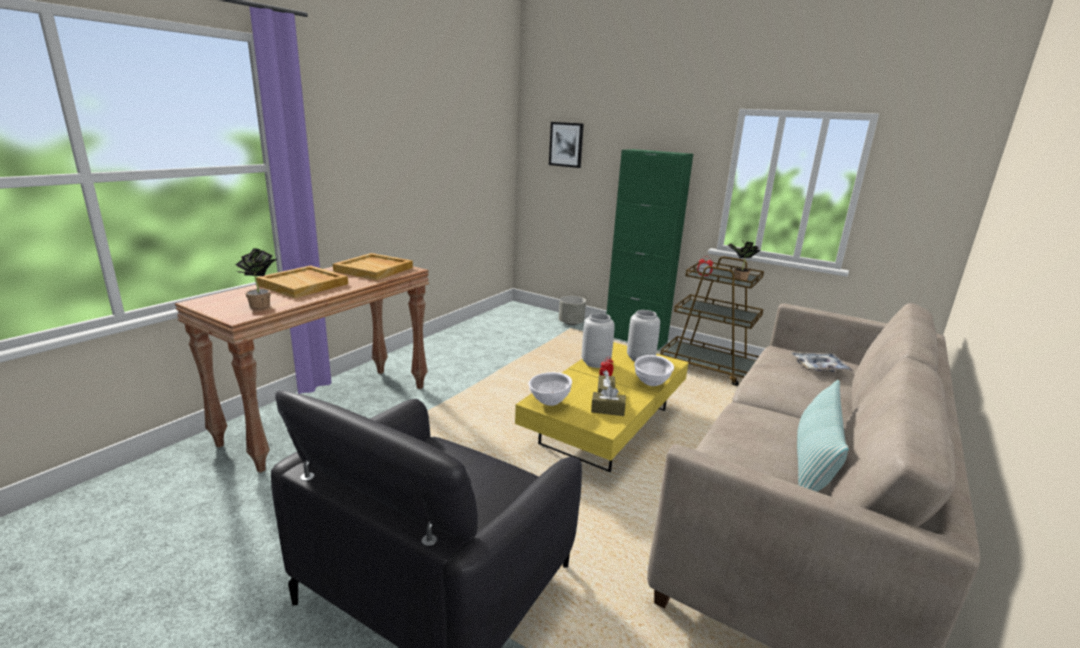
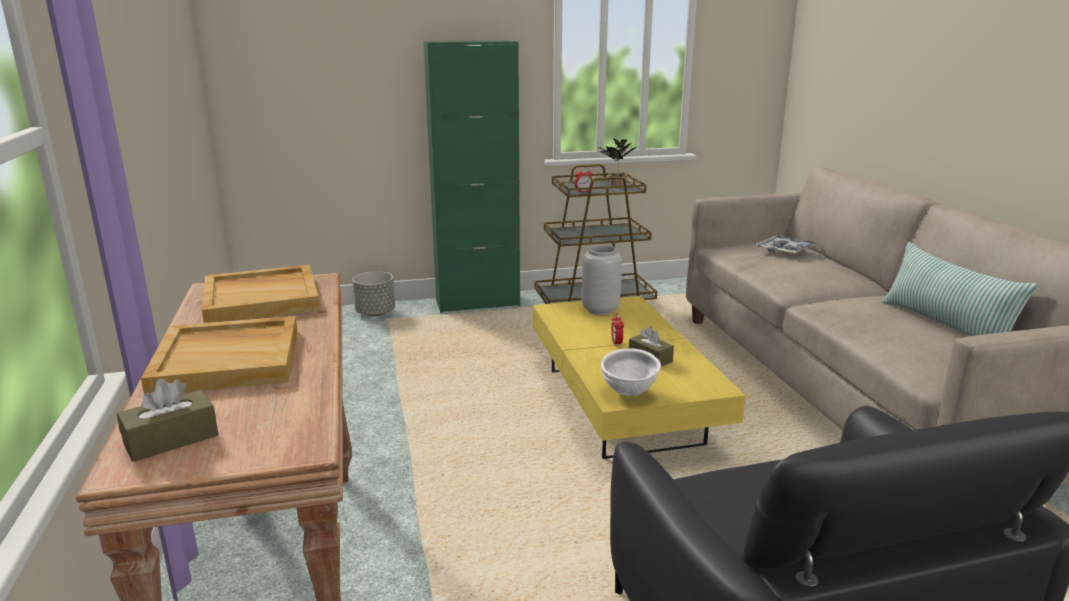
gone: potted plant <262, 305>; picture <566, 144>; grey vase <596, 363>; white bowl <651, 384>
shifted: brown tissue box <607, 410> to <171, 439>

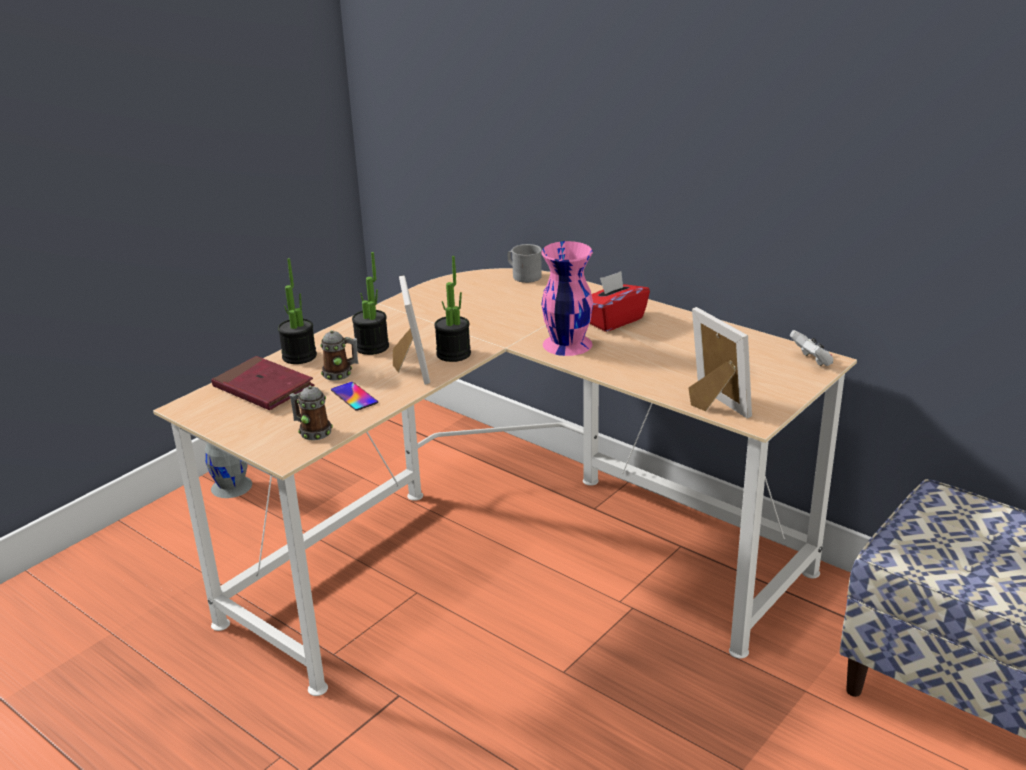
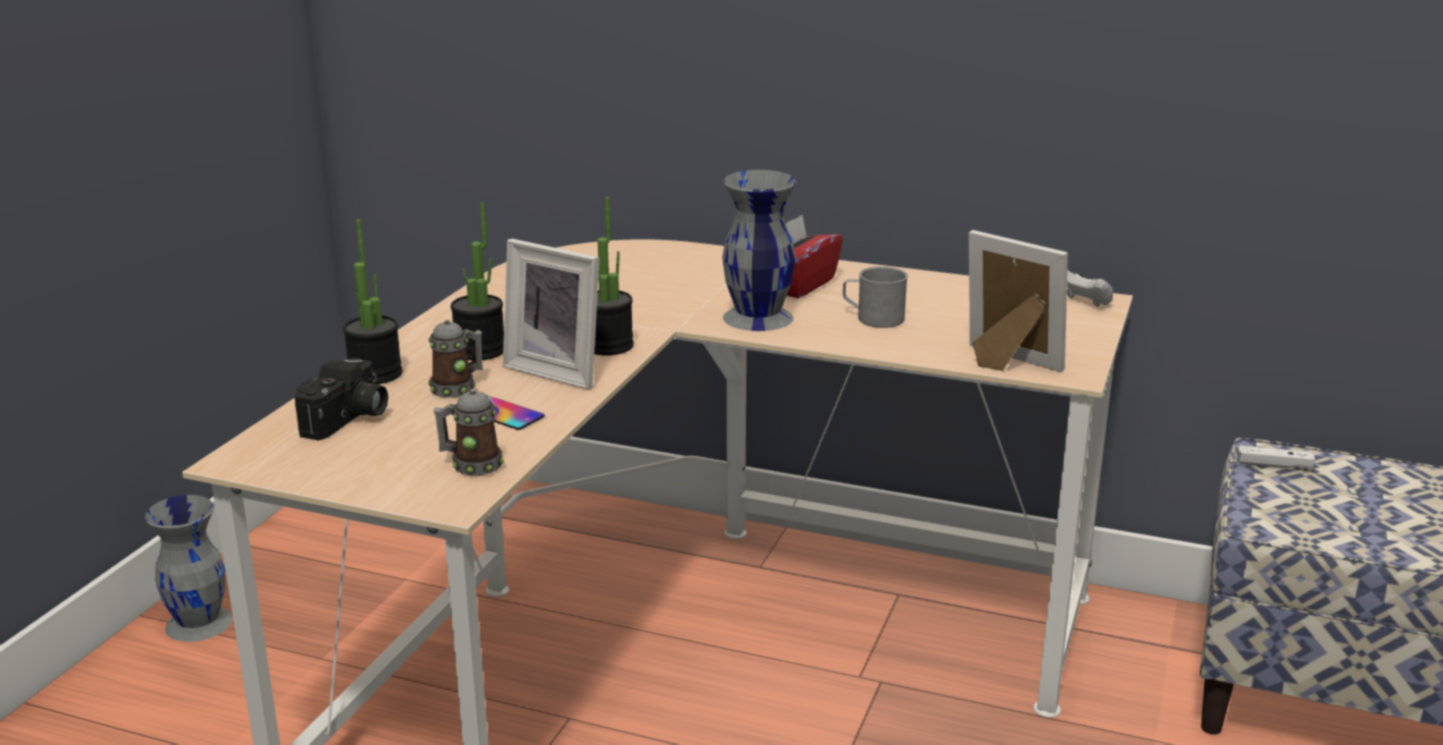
new: white game controller <1274, 465>
shifted: grey mug <523, 275> to <873, 318>
swapped: red book <263, 388> to photo camera <348, 420>
repainted: pink vase <566, 344> to grey vase <756, 317>
rotated: picture frame <410, 369> = <559, 370> 150 degrees clockwise

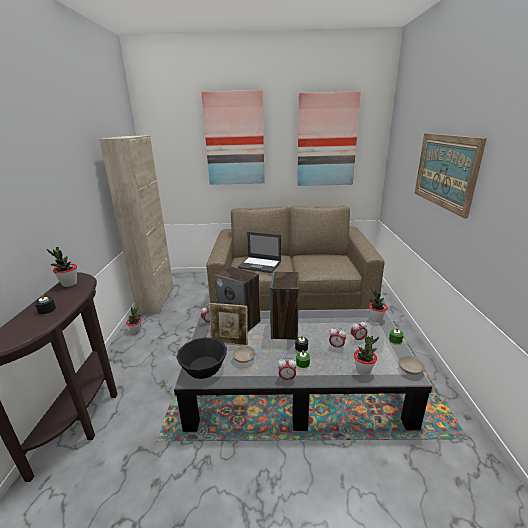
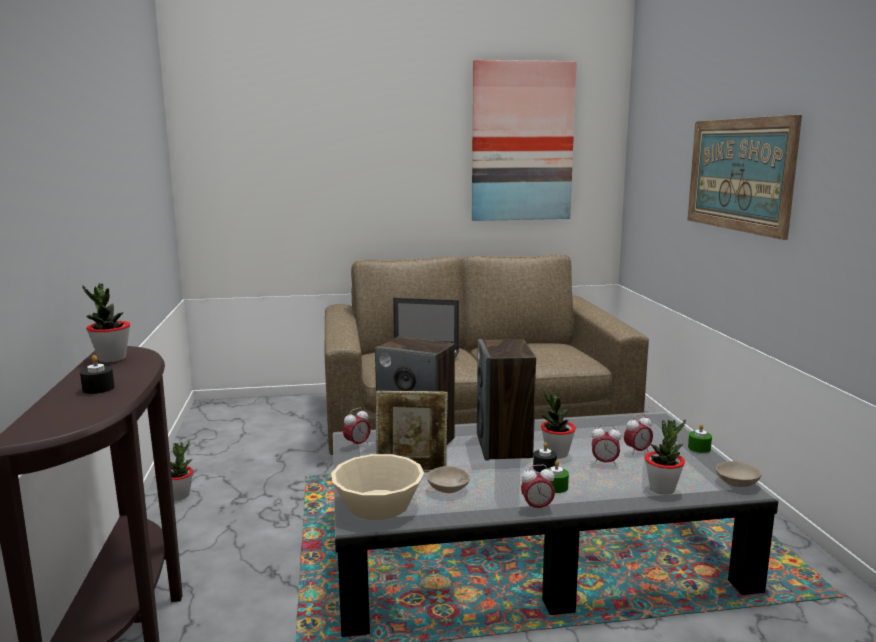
gone: beige cabinet <156, 300>; picture <234, 139>
shifted: potted plant <376, 319> to <556, 454>
repainted: black bowl <204, 367> to beige bowl <378, 504>

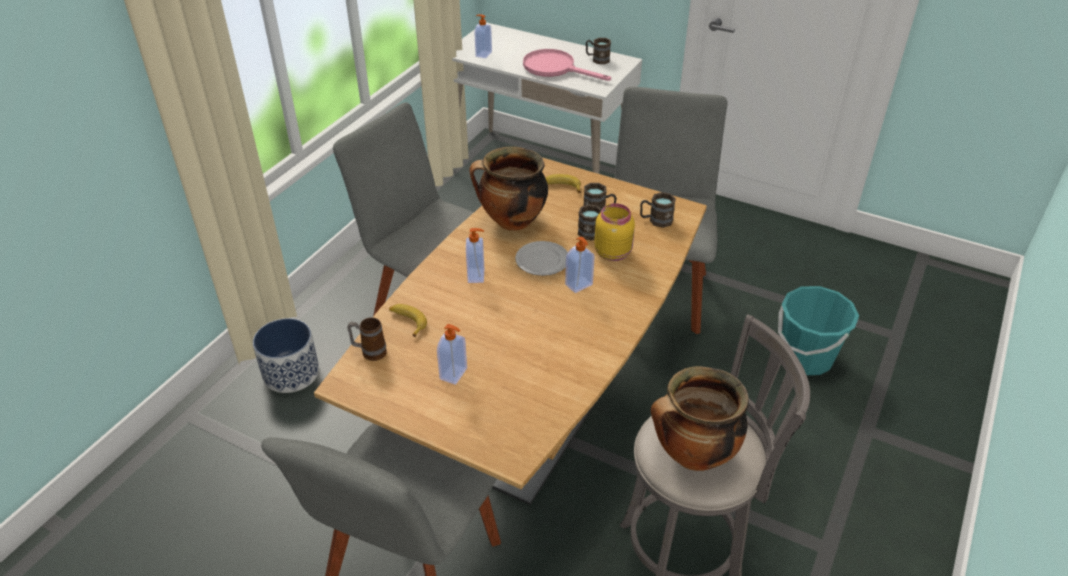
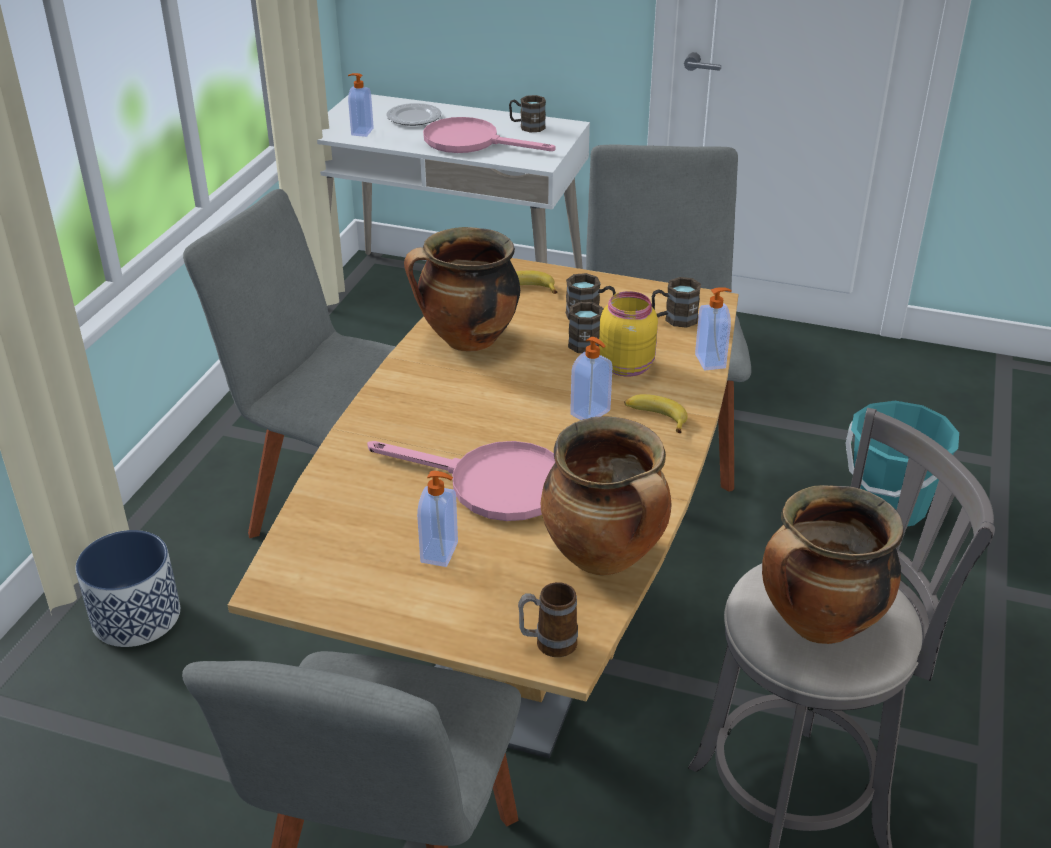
new: pink frying pan <492, 484>; cooking pot <606, 557>
shifted: mug <369, 352> to <548, 644>; banana <407, 322> to <655, 417>; soap dispenser <477, 276> to <711, 361>; plate <541, 261> to <413, 118>

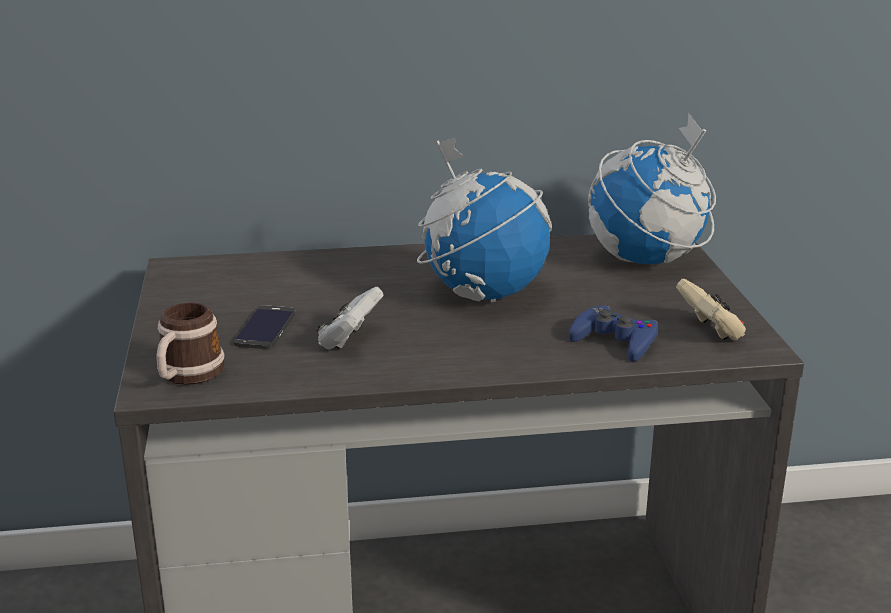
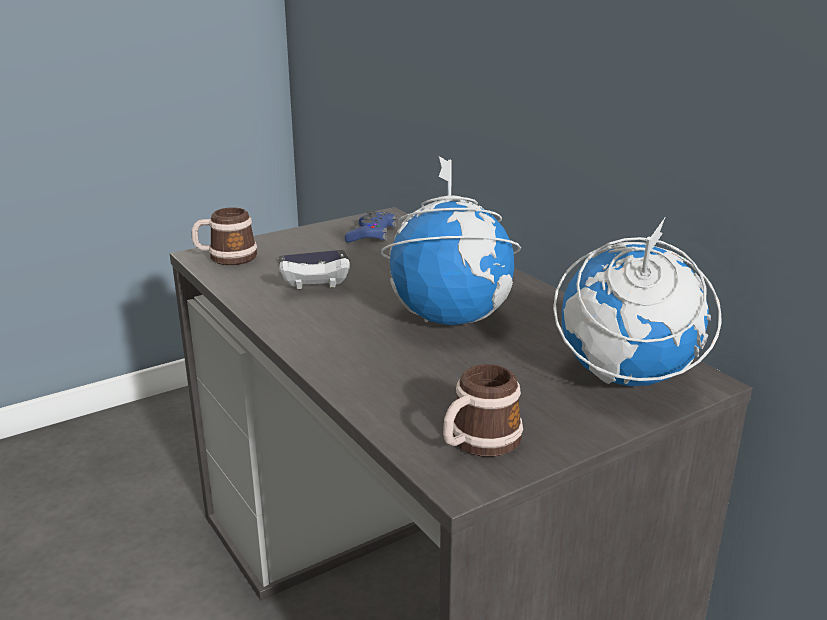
shifted: blue game controller <614, 341> to <372, 234>
swapped: beige game controller <710, 331> to mug <478, 443>

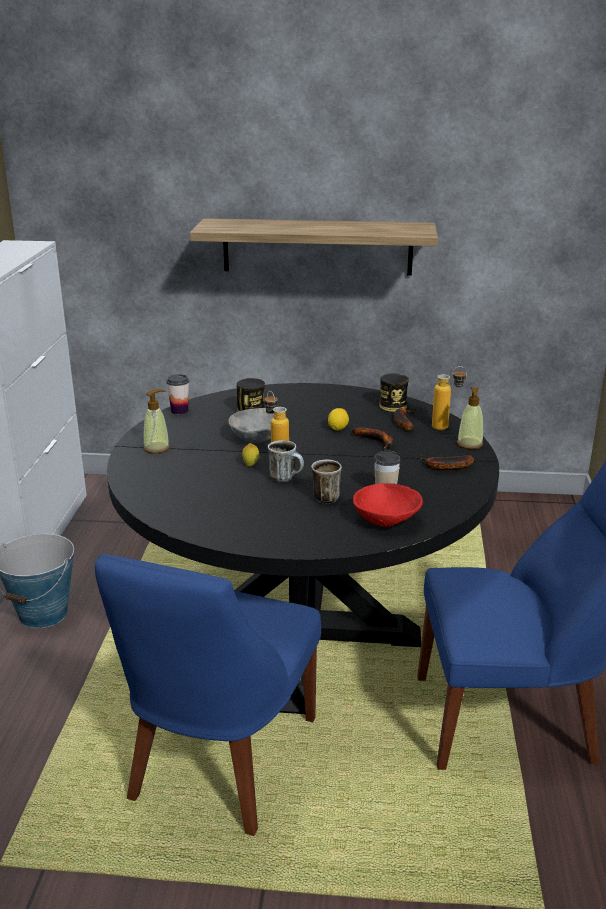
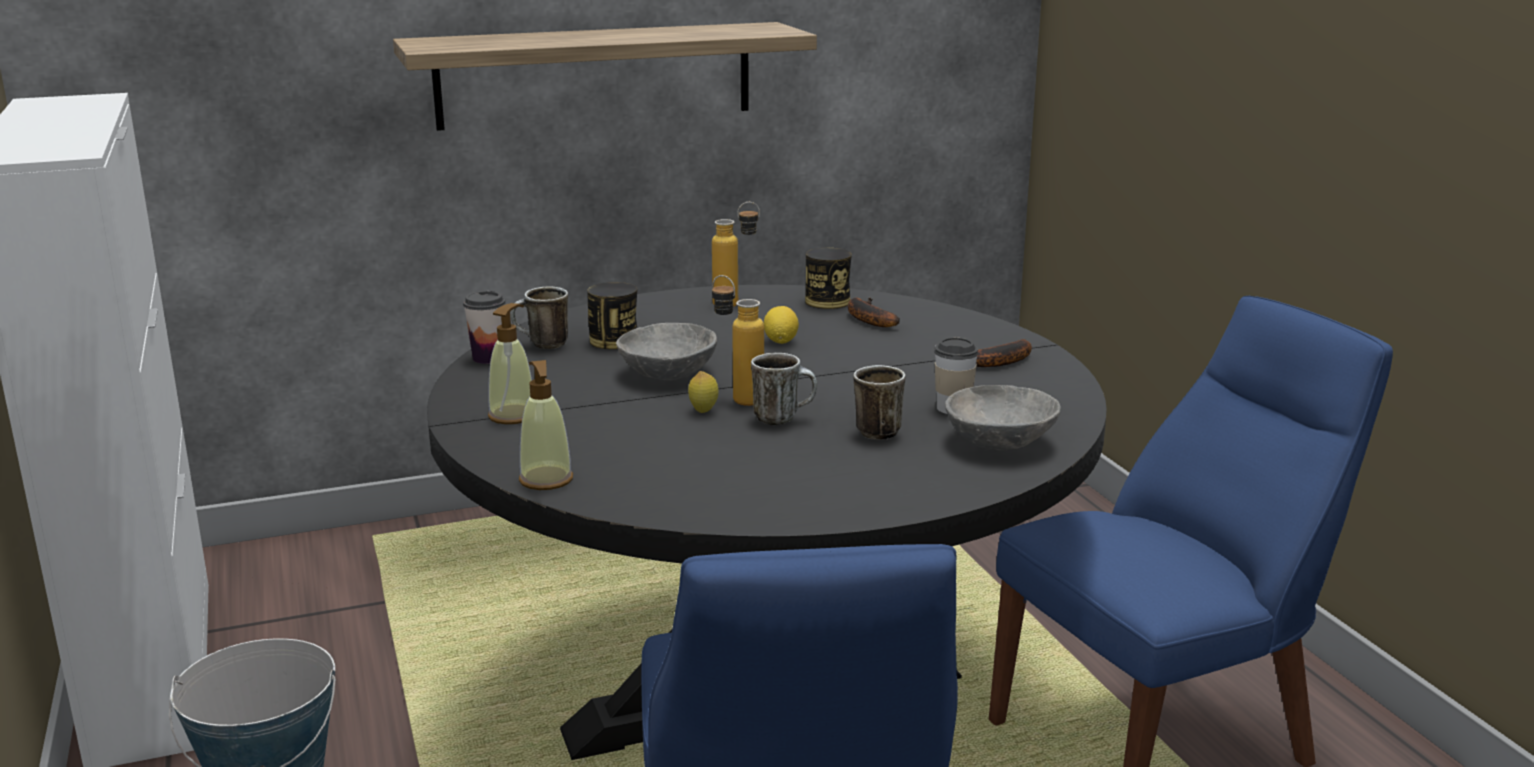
gone: banana <377, 441>
new: mug <542, 345>
shifted: bottle <446, 428> to <736, 304>; soap dispenser <469, 444> to <546, 480>
repainted: red bowl <387, 520> to grey bowl <1001, 442>

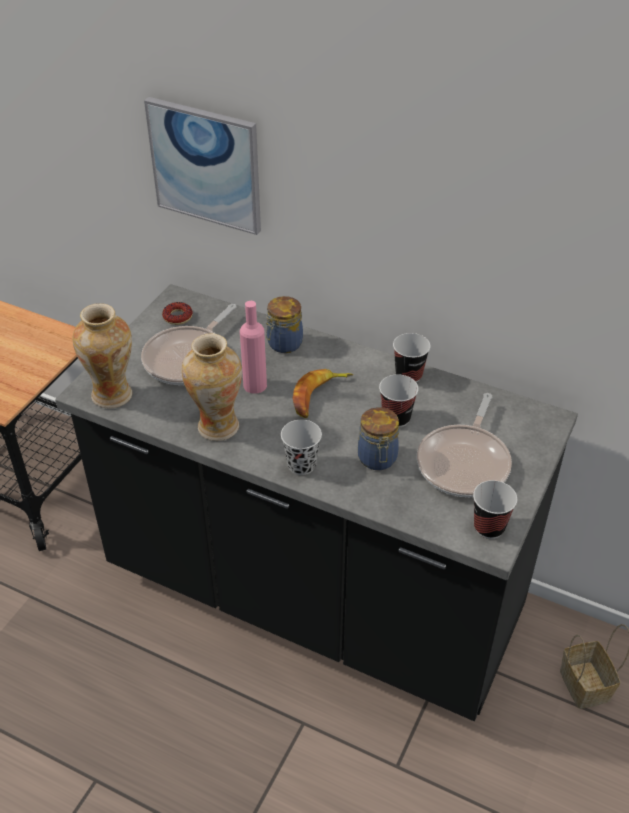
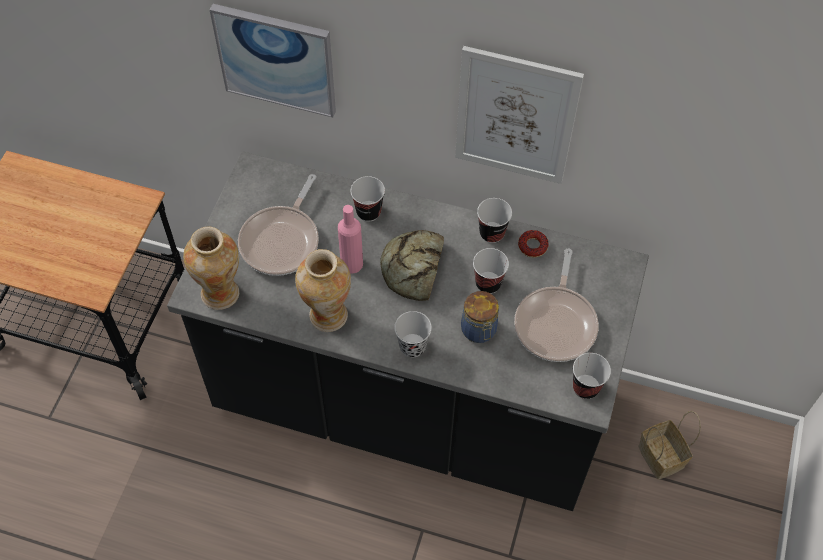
new: picture <515, 116>
shifted: donut <178, 317> to <532, 246>
swapped: jar <283, 344> to cup <368, 212>; banana <319, 396> to bread <413, 268>

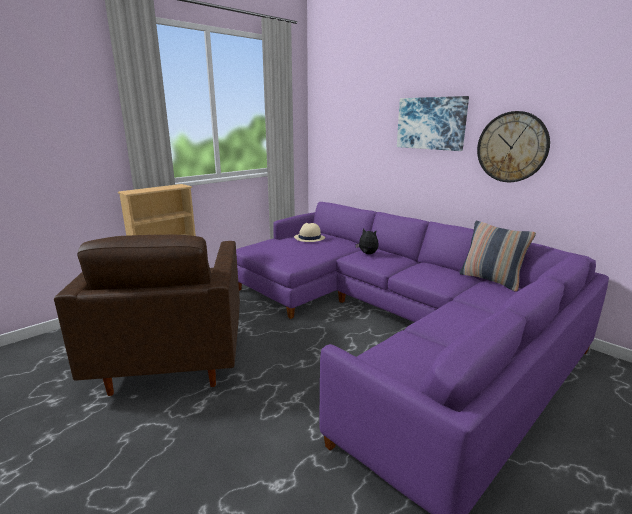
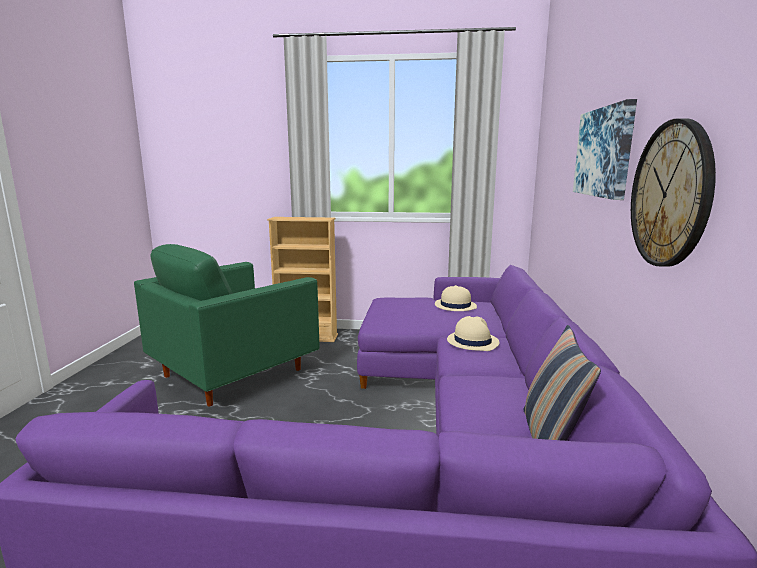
swapped: plush toy <367, 254> to beige hat <472, 341>
repainted: brown armchair <173, 356> to green armchair <235, 372>

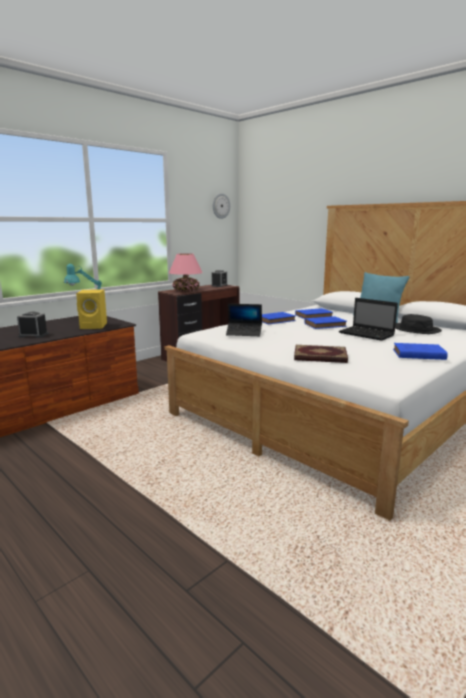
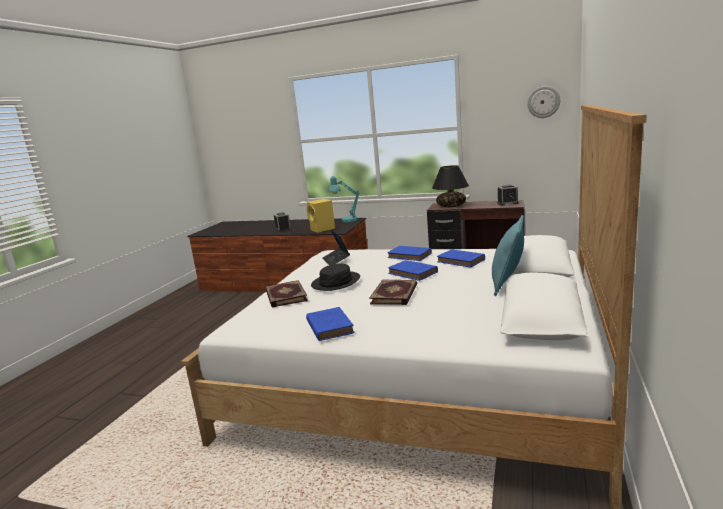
shifted: black hat <416, 329> to <336, 282>
swapped: laptop <367, 334> to book <395, 294>
repainted: pink table lamp <186, 291> to black table lamp <451, 206>

